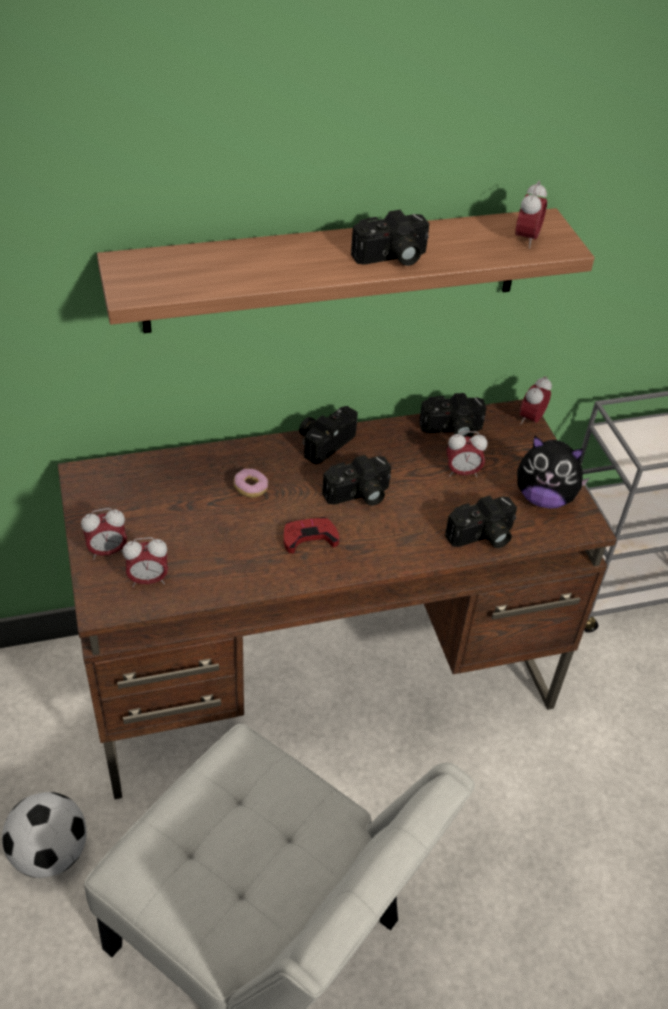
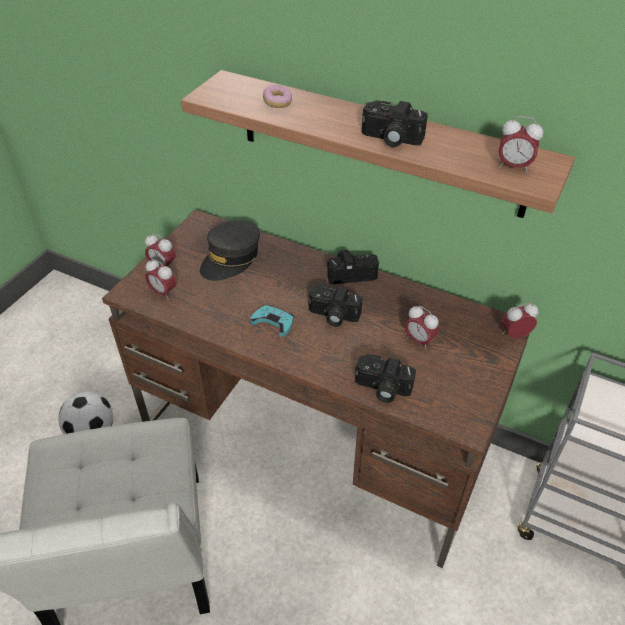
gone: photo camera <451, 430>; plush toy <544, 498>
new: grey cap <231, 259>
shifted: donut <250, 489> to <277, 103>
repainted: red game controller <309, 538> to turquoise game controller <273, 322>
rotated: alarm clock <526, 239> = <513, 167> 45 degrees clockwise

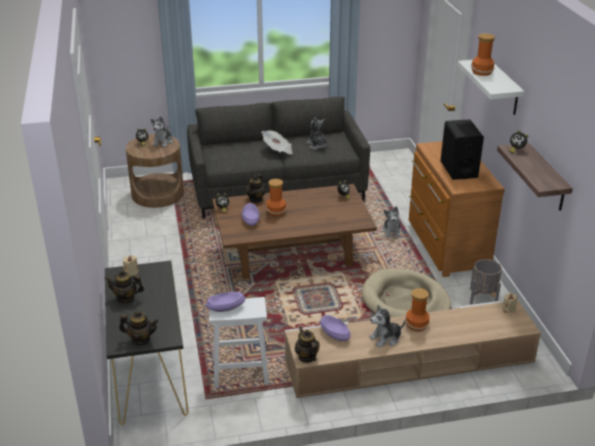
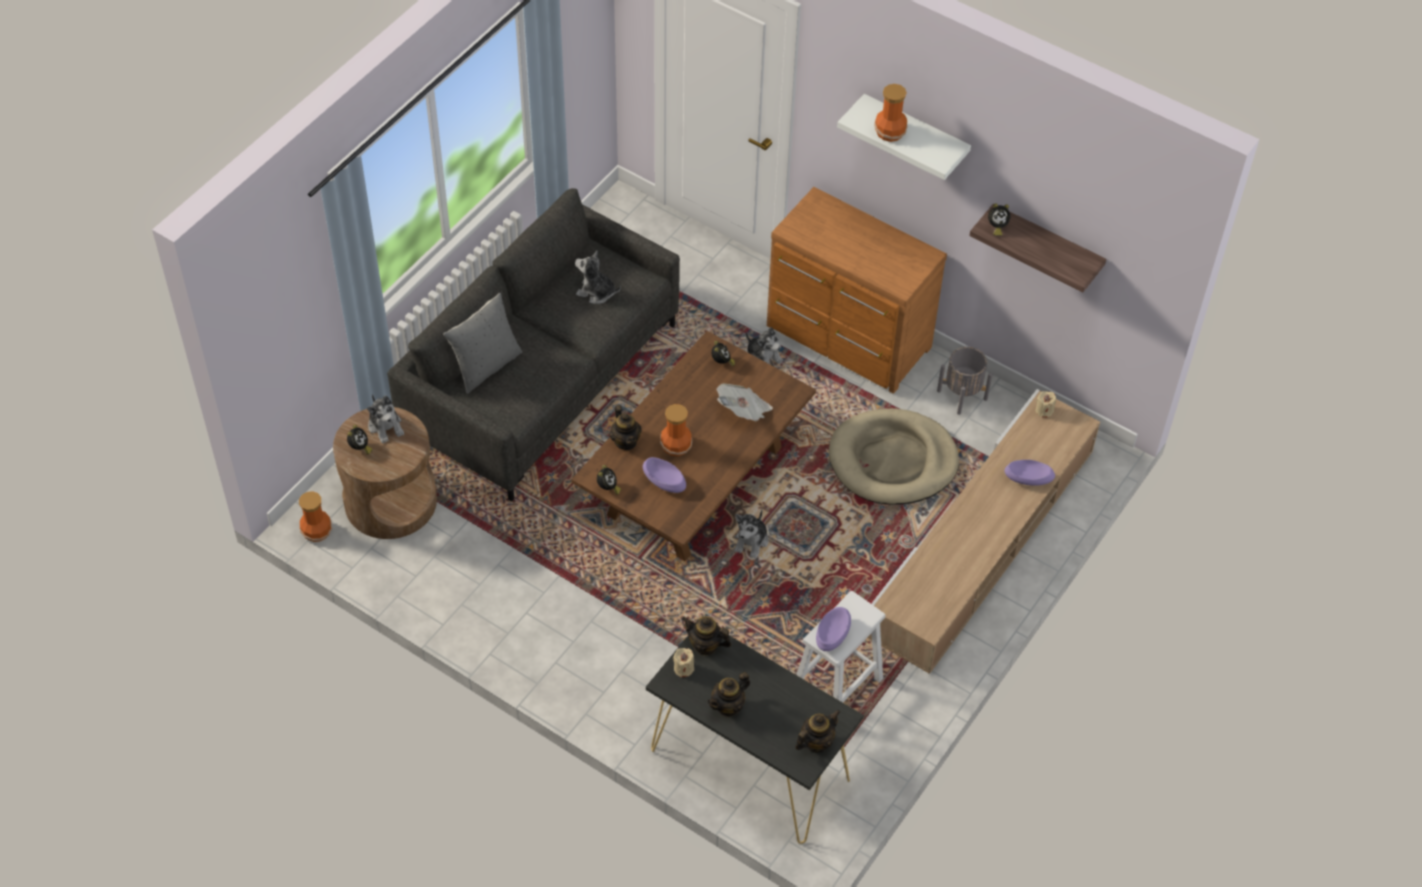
gone: black speaker <458, 169>
new: grey pillow <486, 366>
shifted: newspaper <278, 150> to <744, 411>; teapot <306, 357> to <705, 645>; purple bowl <334, 334> to <1028, 479>; plush toy <386, 338> to <751, 541>; vase <416, 324> to <316, 530>

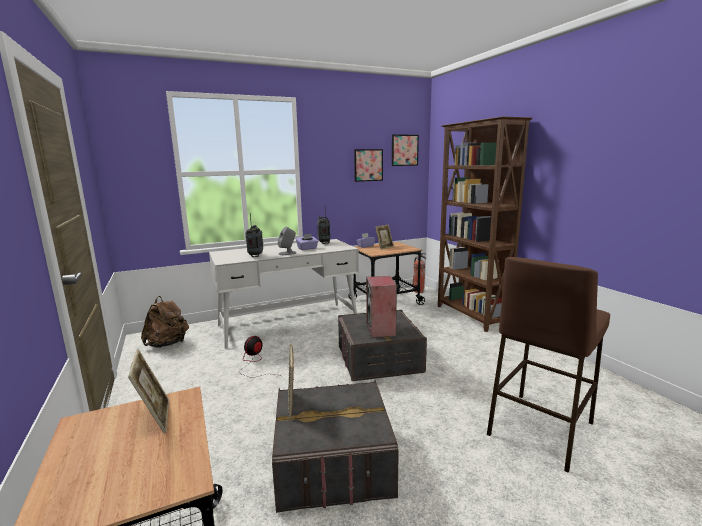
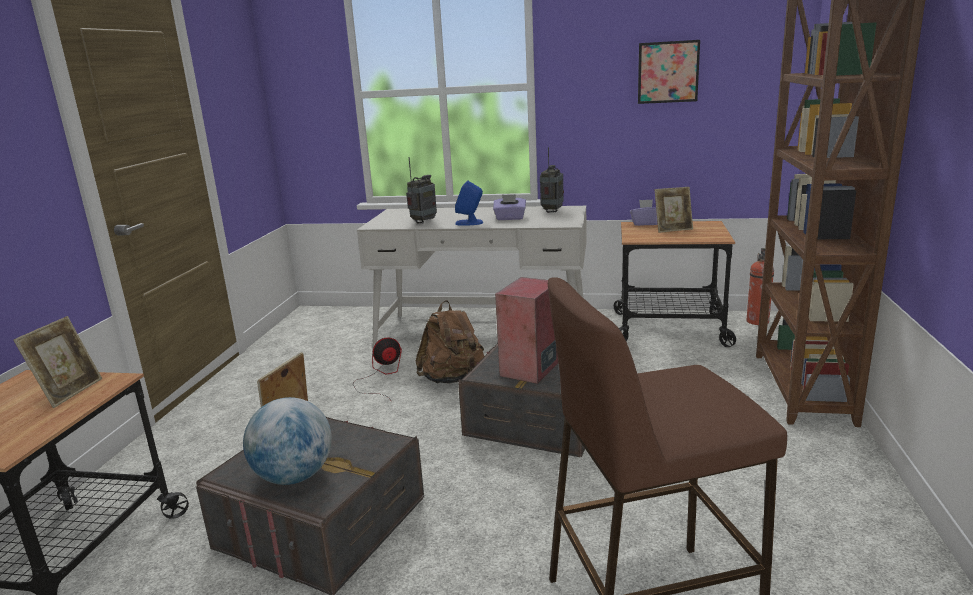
gone: picture <404, 150>
new: globe <294, 477>
shifted: brown backpack <168, 344> to <452, 379>
repainted: grey speaker <287, 253> to blue speaker <469, 223>

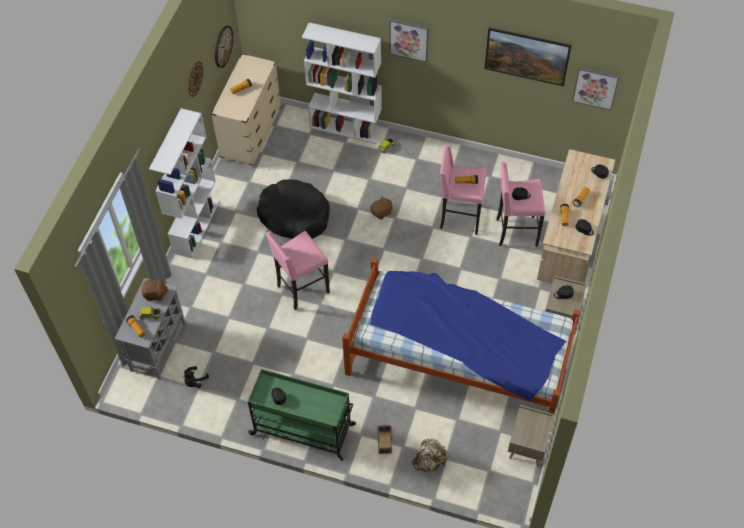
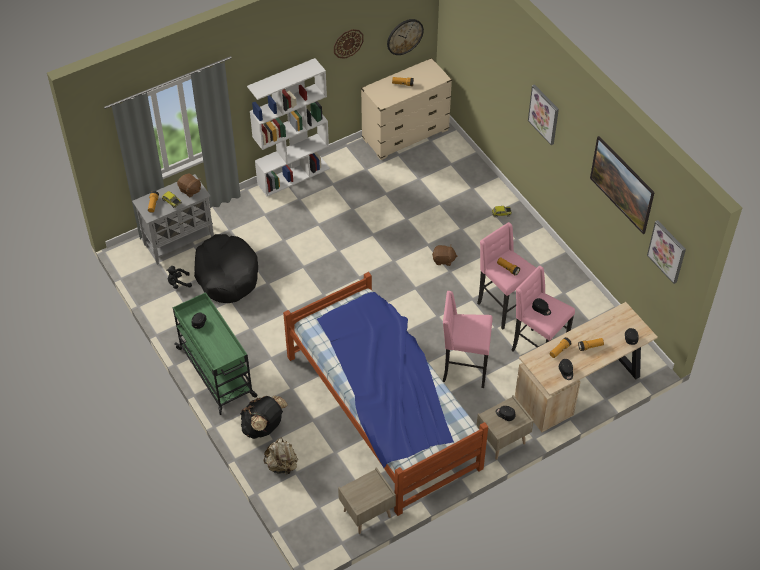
gone: white bookcase <346, 128>
shifted: black dog bed <294, 216> to <226, 274>; pink stool <301, 289> to <463, 369>
swapped: basket <385, 443> to black backpack <263, 427>

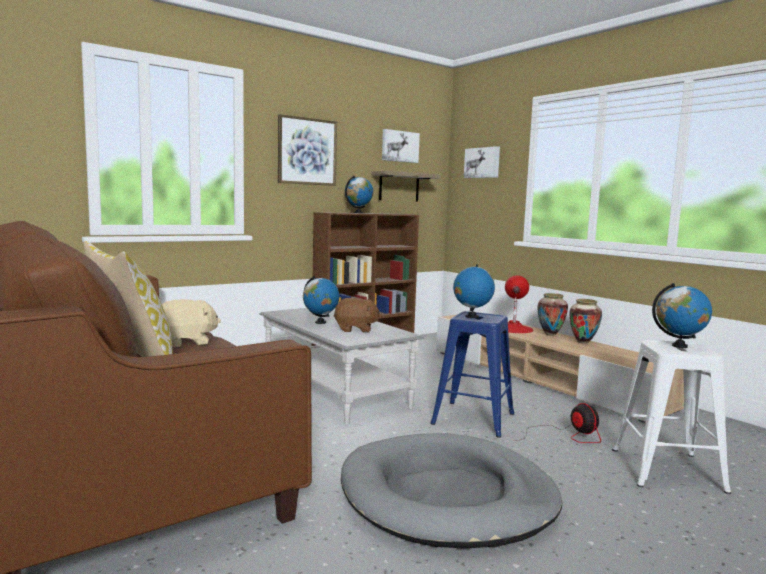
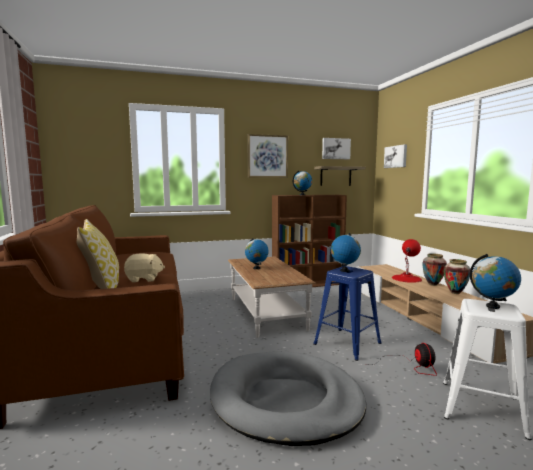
gone: brown plush toy <356, 329>
repainted: grey coffee table <334, 390> to brown coffee table <266, 313>

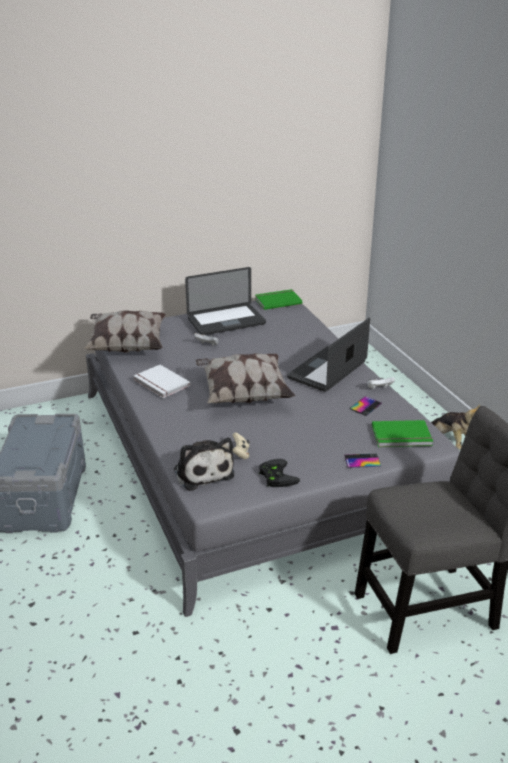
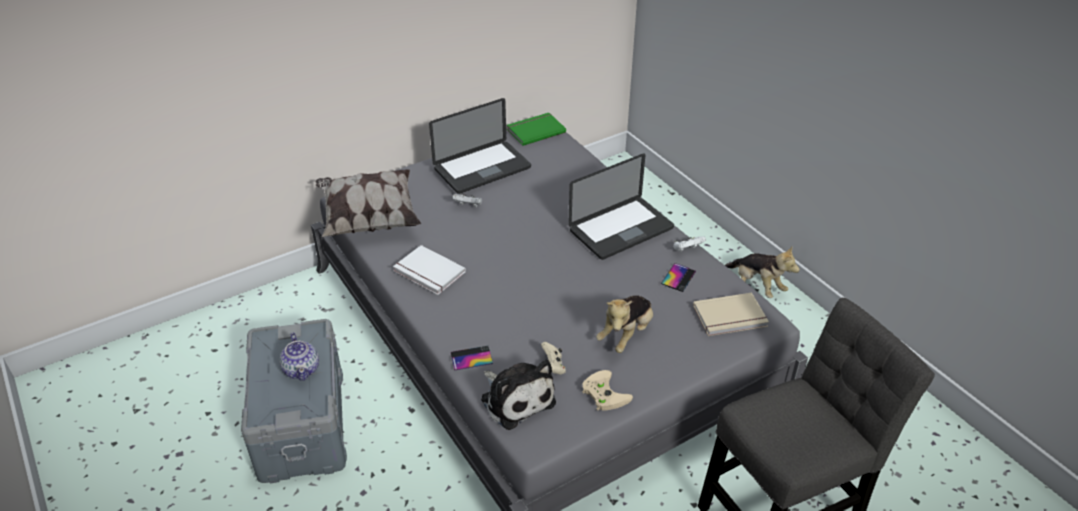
gone: pillow <243, 394>
new: teapot <302, 369>; plush toy <626, 334>
shifted: phone <362, 461> to <471, 358>
repainted: black game controller <275, 476> to beige game controller <603, 393>; green book <402, 437> to beige book <731, 317>
rotated: laptop <327, 370> = <621, 229> 150 degrees counterclockwise

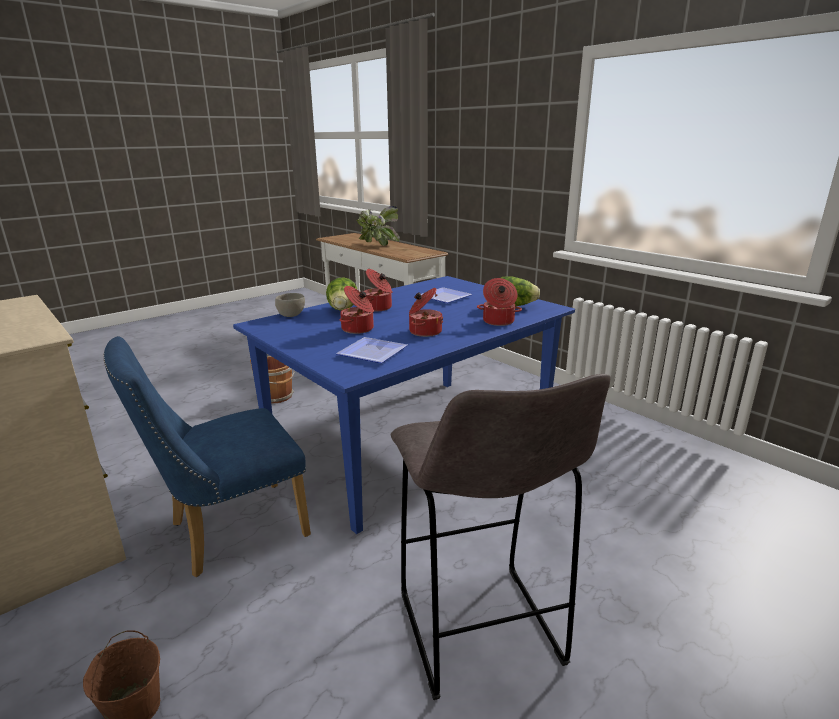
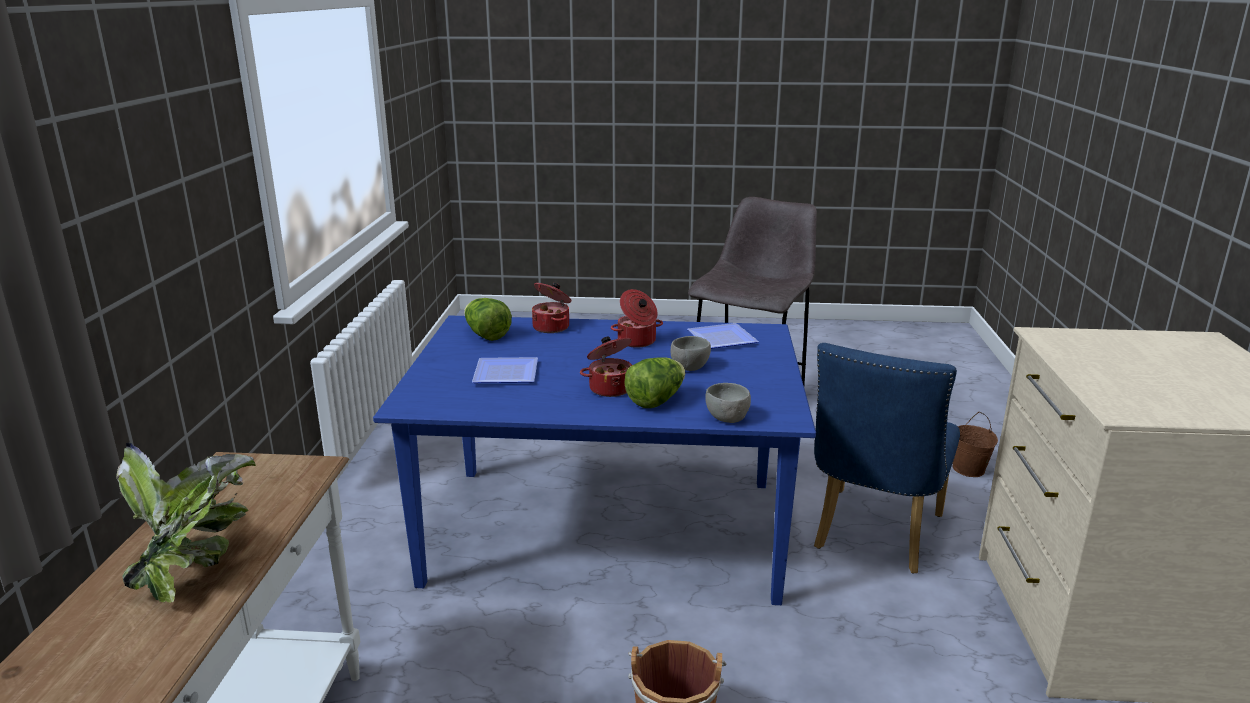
swapped: cooking pot <358, 329> to grey bowl <689, 366>
rotated: blue chair <229, 531> = <872, 536> 105 degrees clockwise

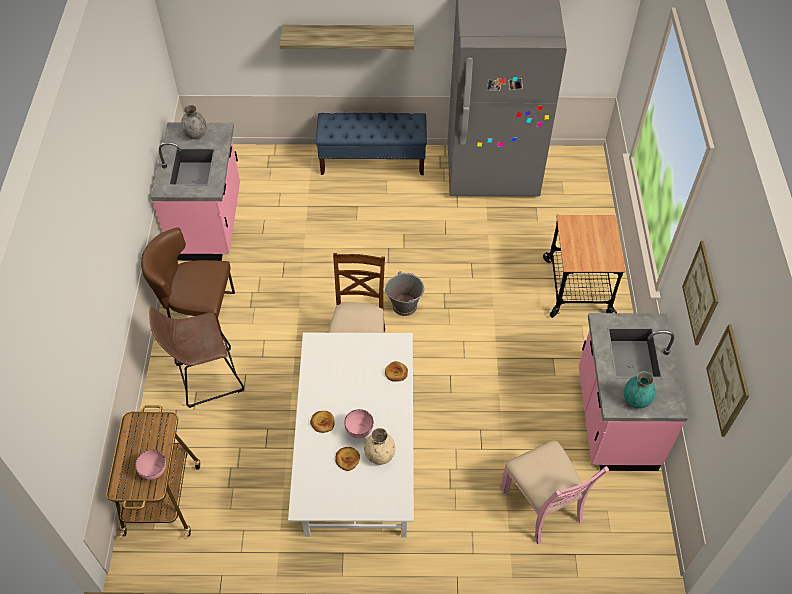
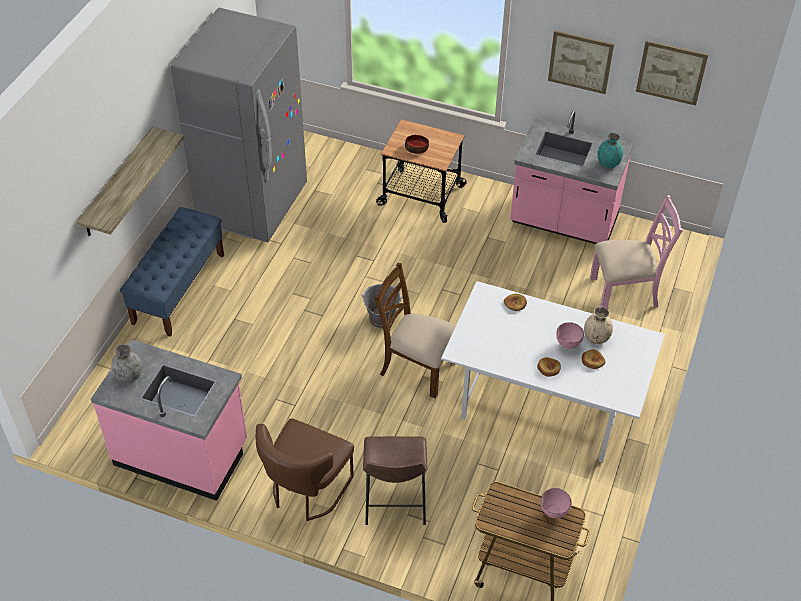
new: bowl <417, 148>

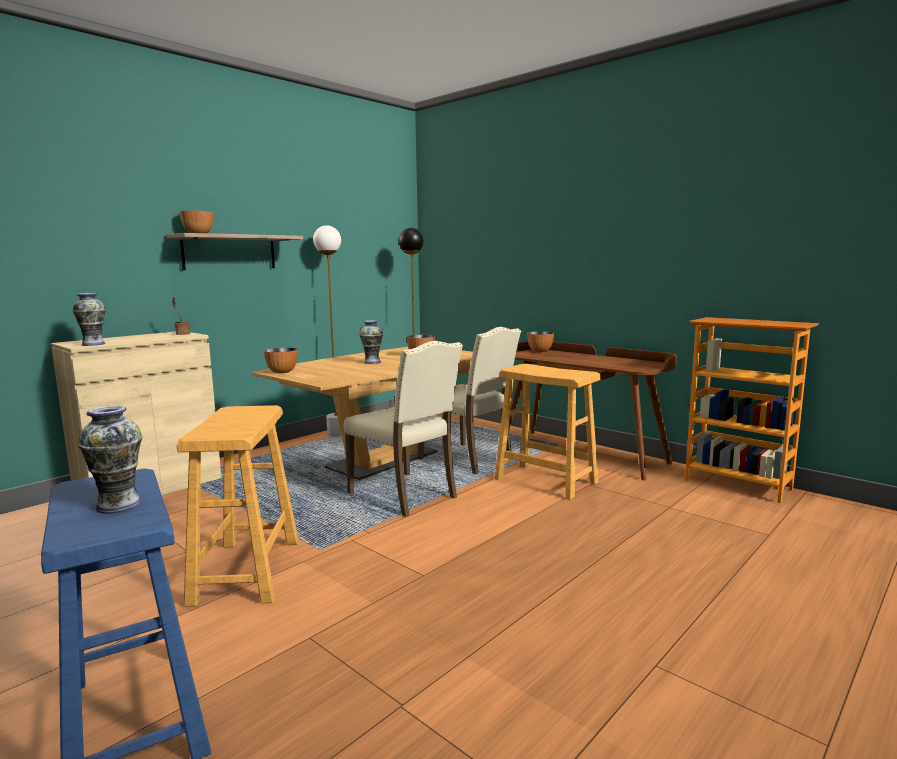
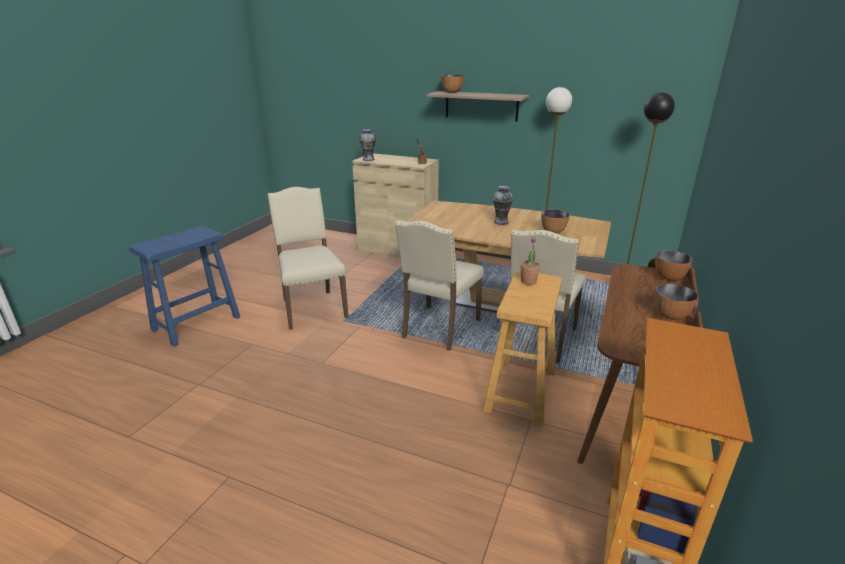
gone: vase <118, 505>
new: potted plant <528, 281>
shifted: bowl <282, 372> to <671, 316>
swapped: beige stool <247, 570> to beige chair <312, 308>

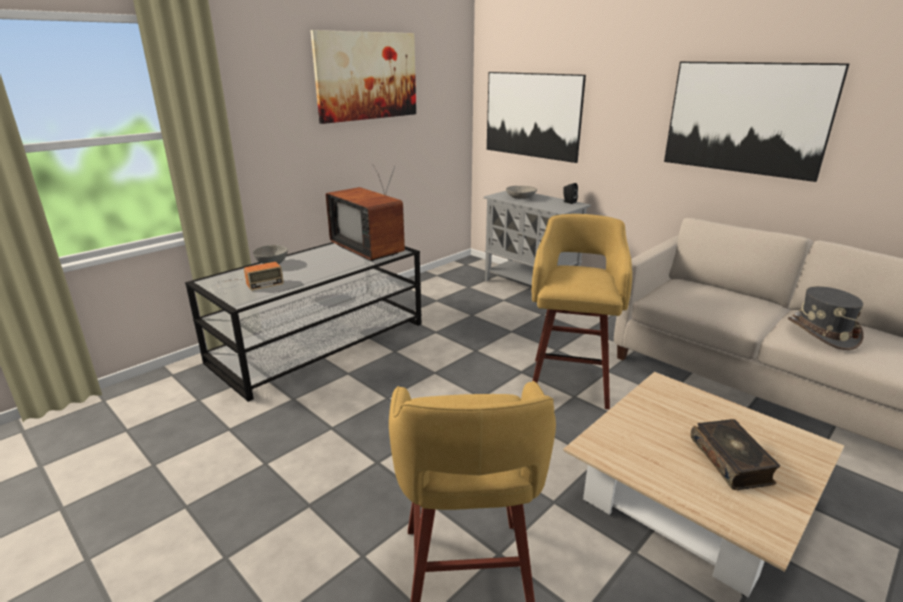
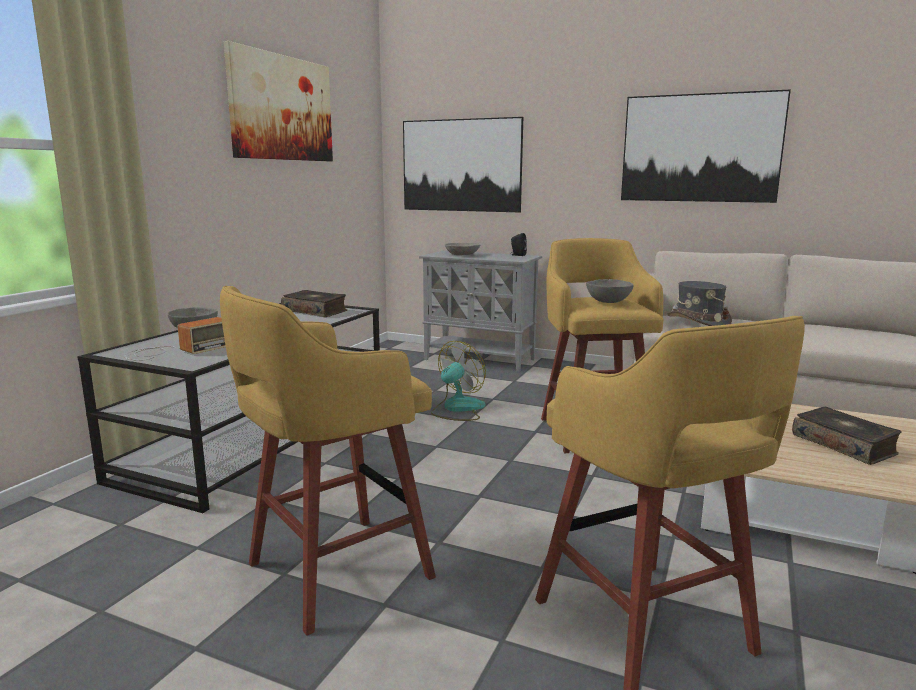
new: yellow stool <334, 572>; fan <457, 409>; grey bowl <608, 302>
shifted: grey hat <822, 333> to <698, 322>
swapped: television <371, 249> to book <315, 311>

